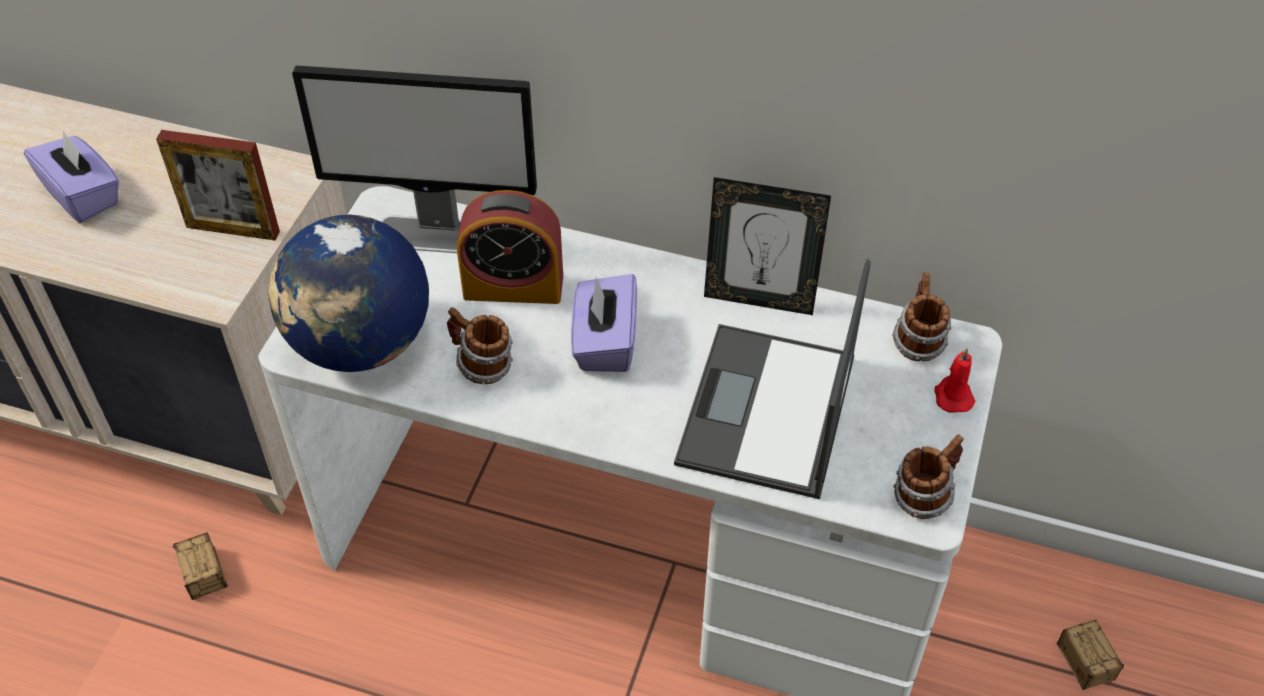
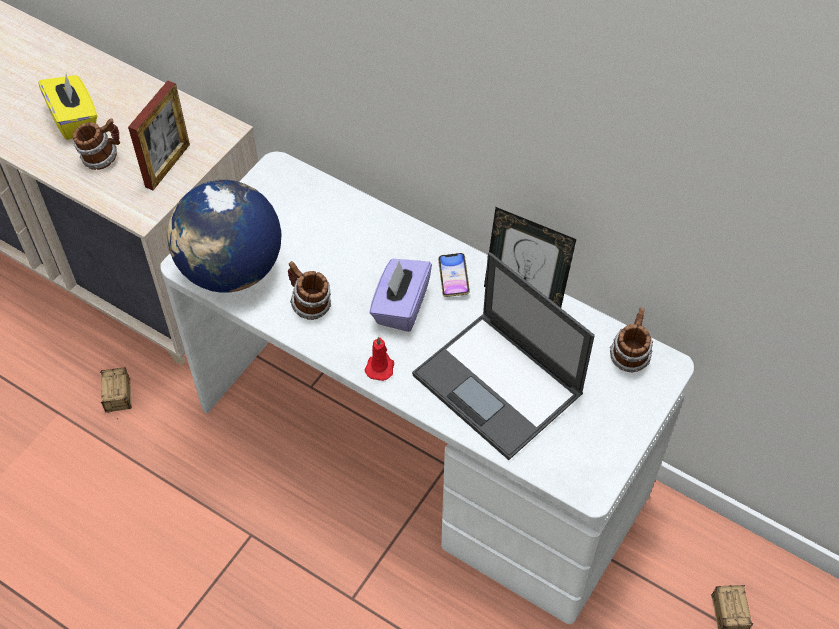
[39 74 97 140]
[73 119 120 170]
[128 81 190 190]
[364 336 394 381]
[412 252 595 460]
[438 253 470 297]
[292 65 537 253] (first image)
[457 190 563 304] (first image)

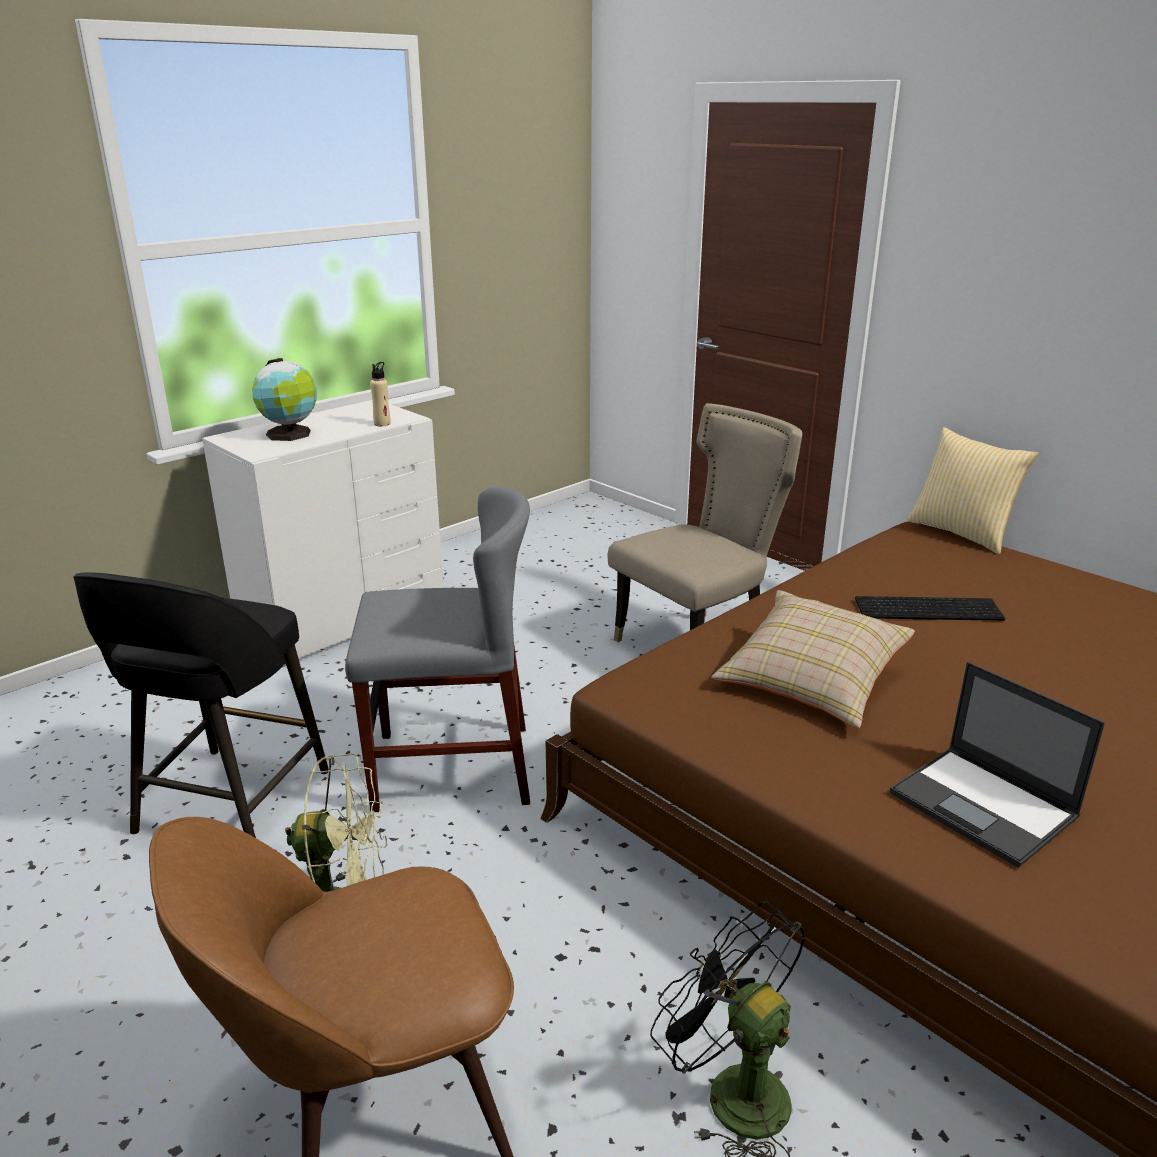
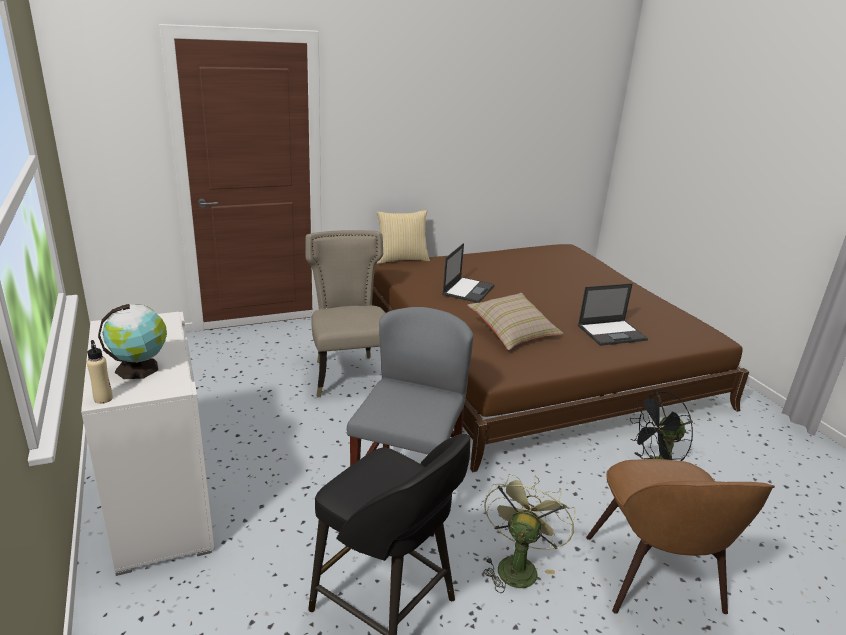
[87 340 113 404]
[442 243 495 303]

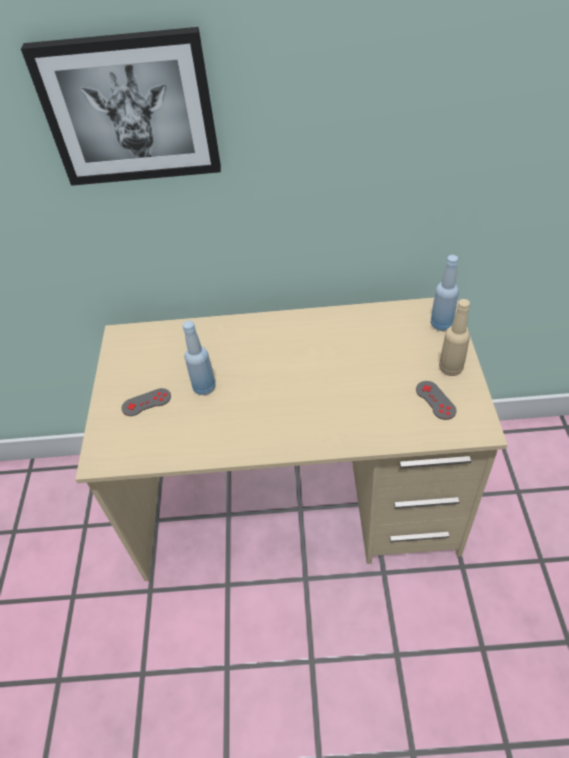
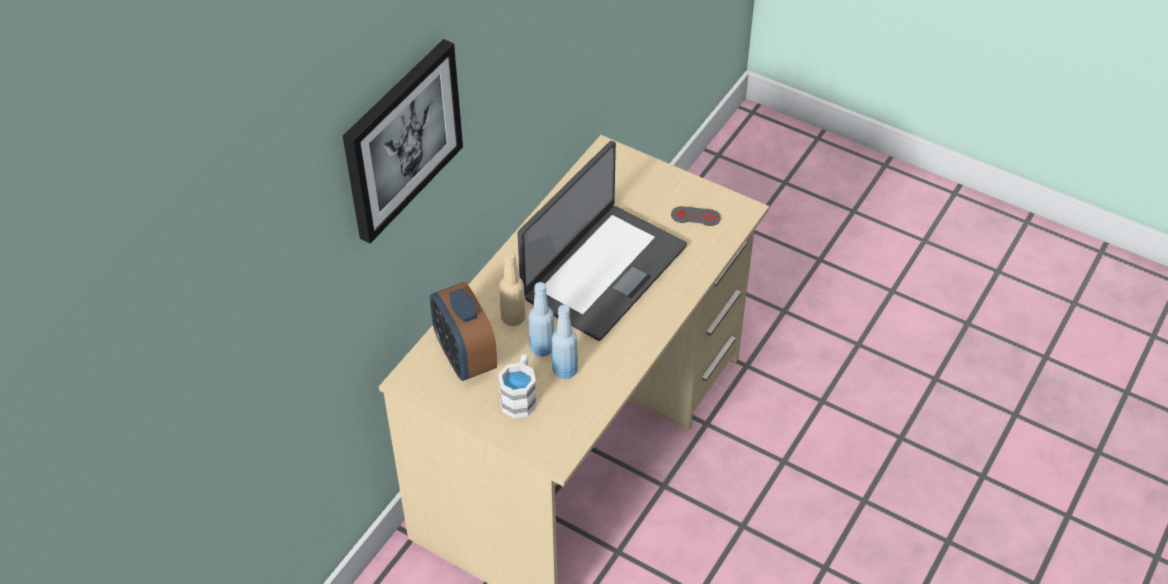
[430 282 497 381]
[498 354 537 418]
[499 252 526 326]
[517 141 687 341]
[552 305 578 379]

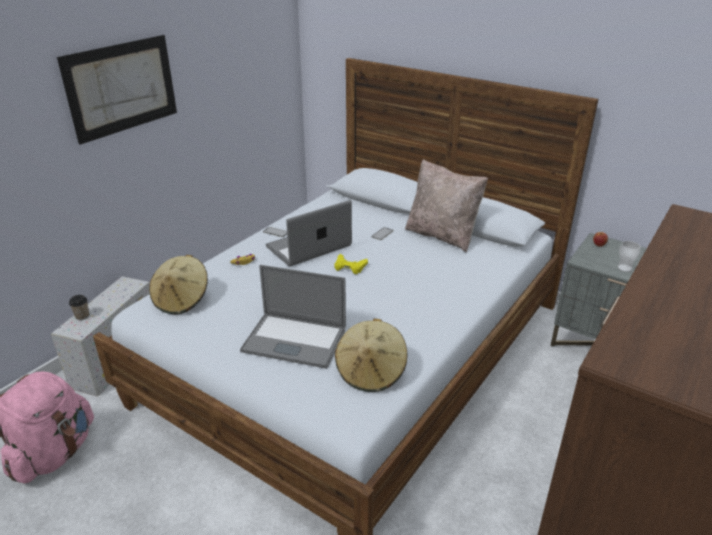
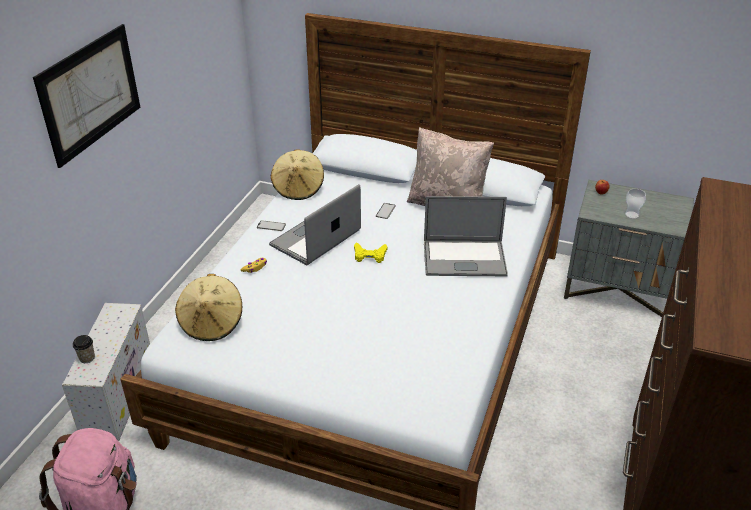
[271 150 324 200]
[424 196 508 276]

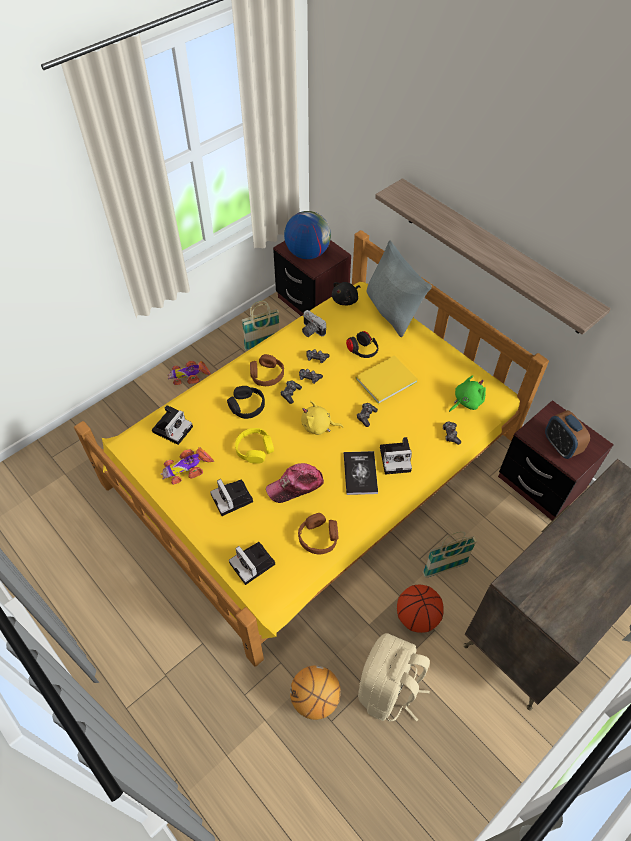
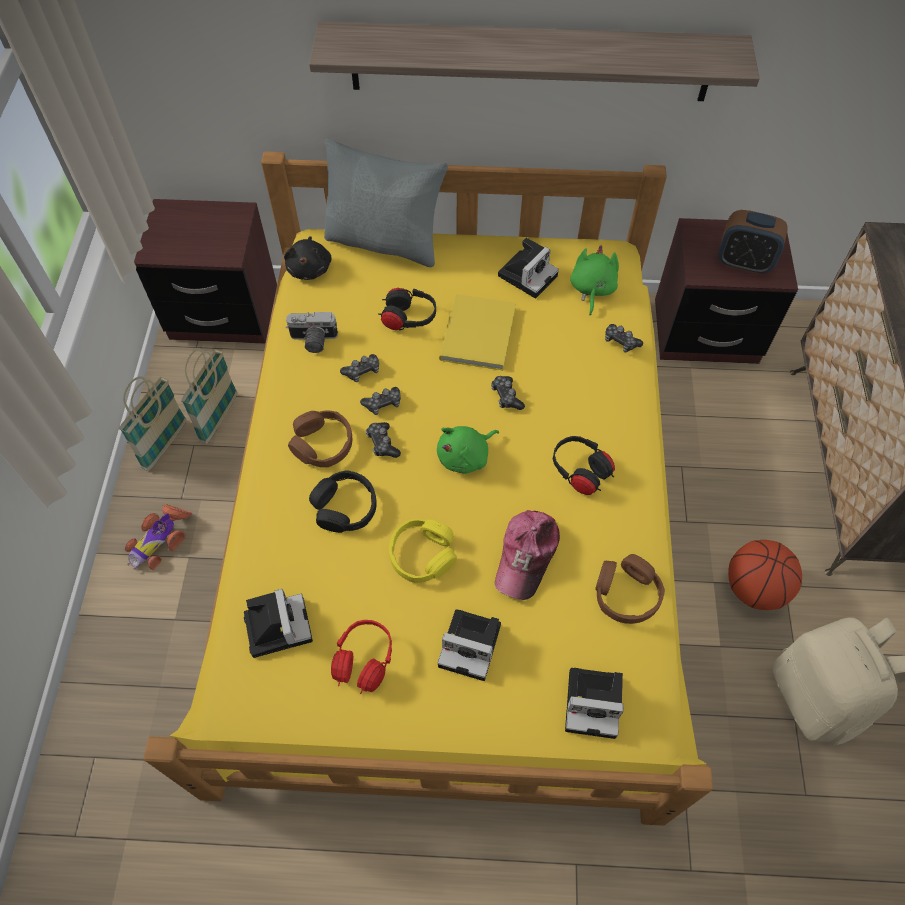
[119 376 187 471]
[331 620 392 694]
[437 426 499 474]
[498 238 559 299]
[553 436 615 495]
[284 211 331 259] (first image)
[290 665 341 720] (first image)

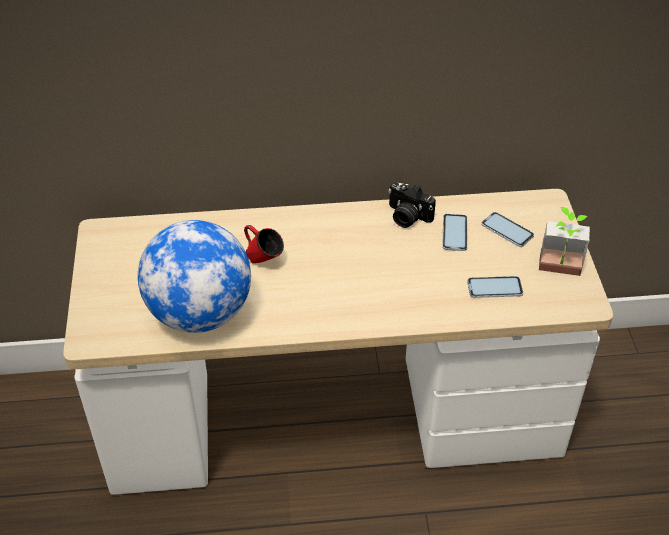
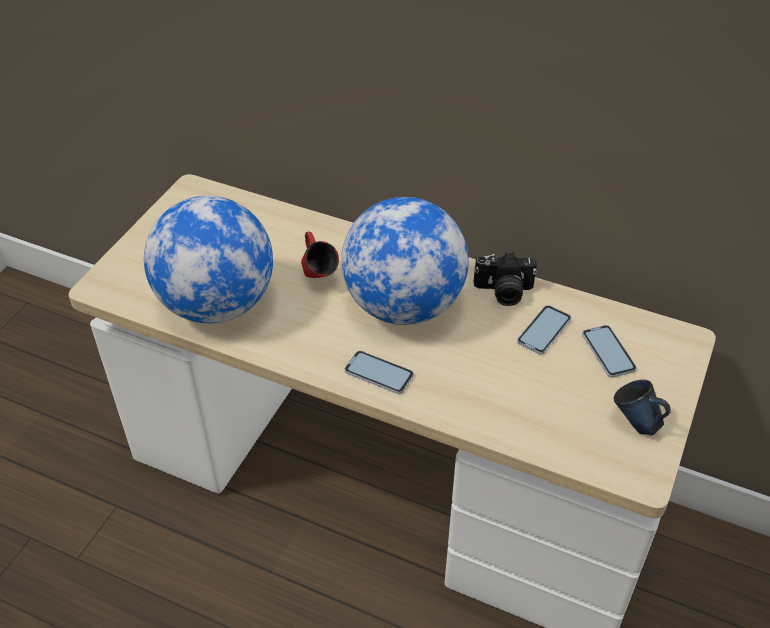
[341 197 469 325]
[344 351 414 394]
[474 252 537 306]
[614 380 671 435]

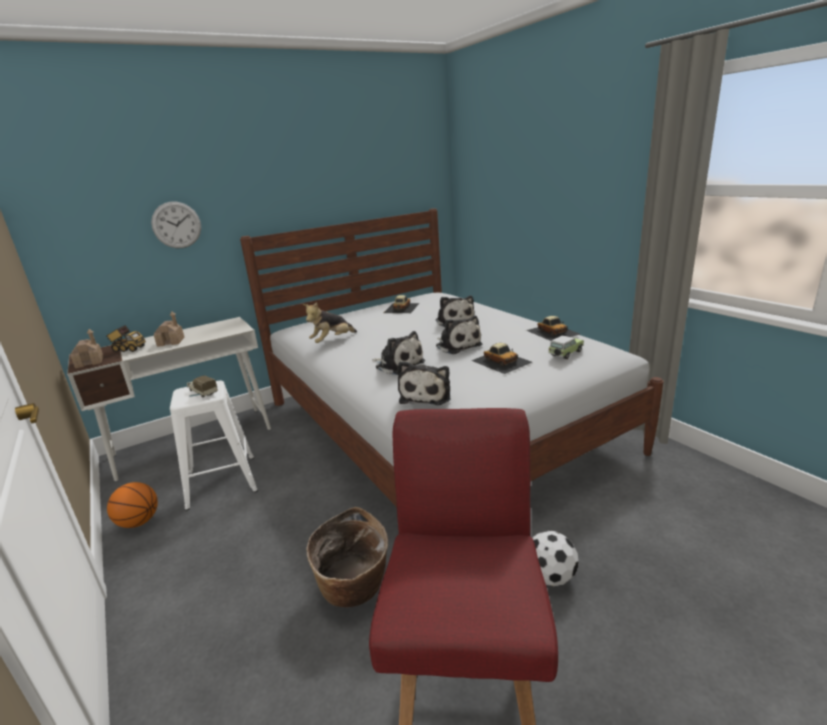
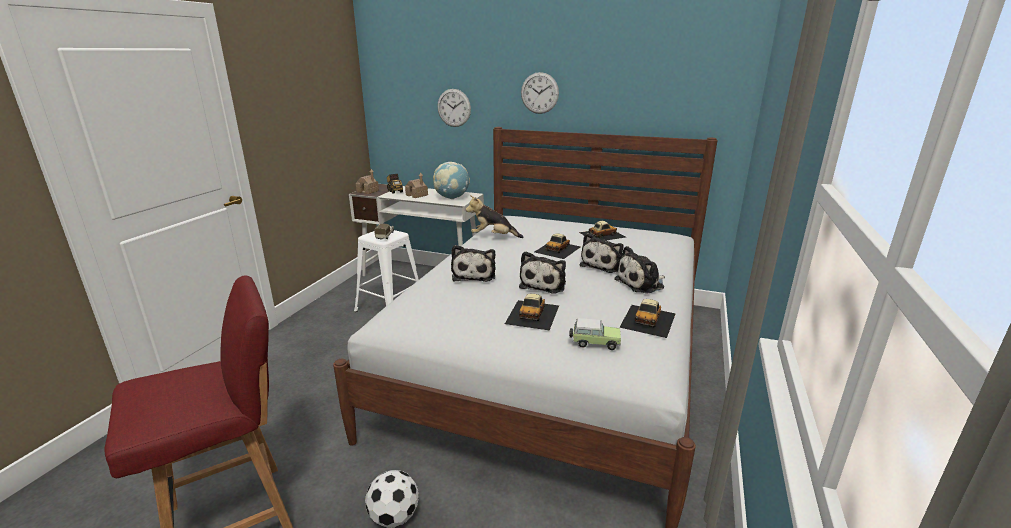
[433 162 470 199]
[521 72 559 114]
[535 234 580 259]
[614 246 665 294]
[107 482 158 528] (first image)
[306 507 388 607] (first image)

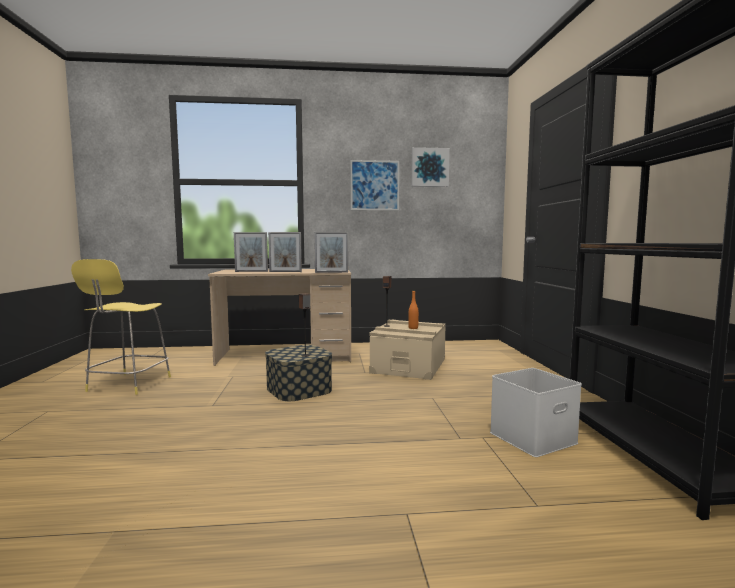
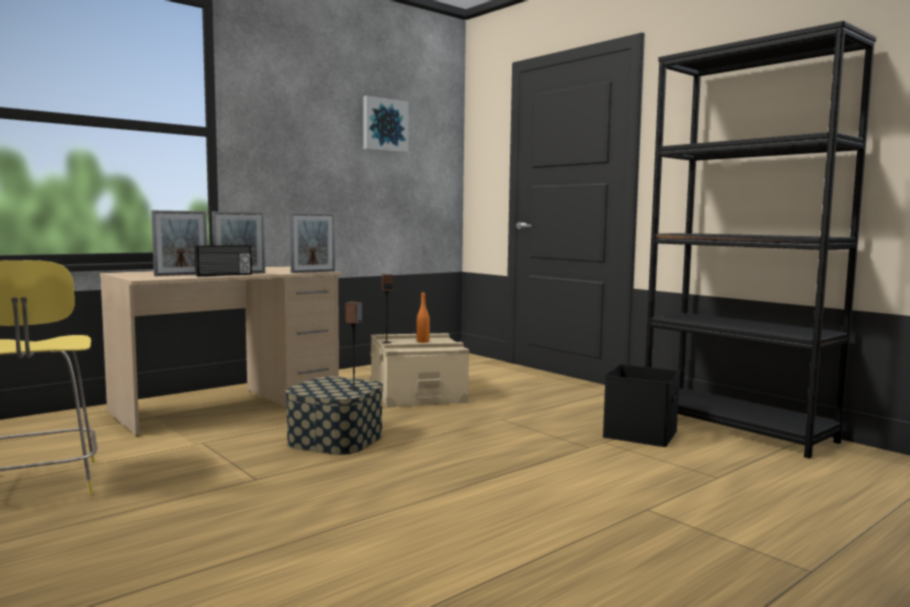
[195 245 252 276]
[602 364 680 447]
[351 160 399 210] (first image)

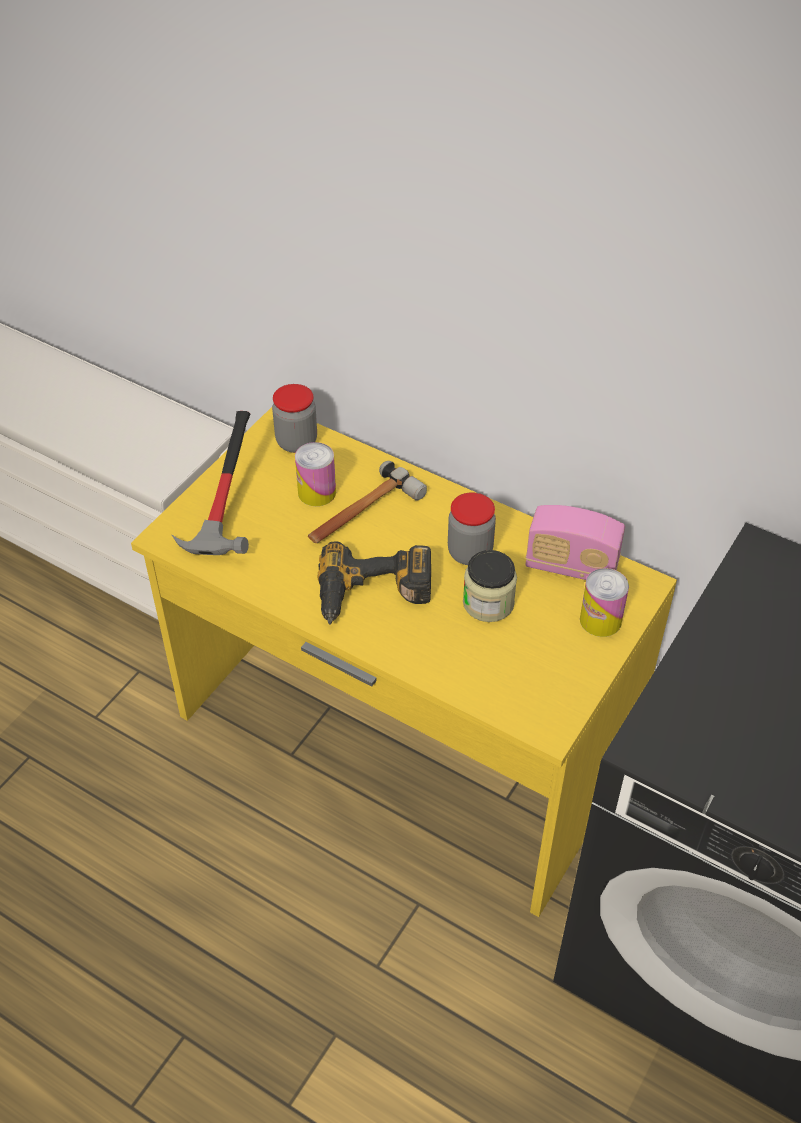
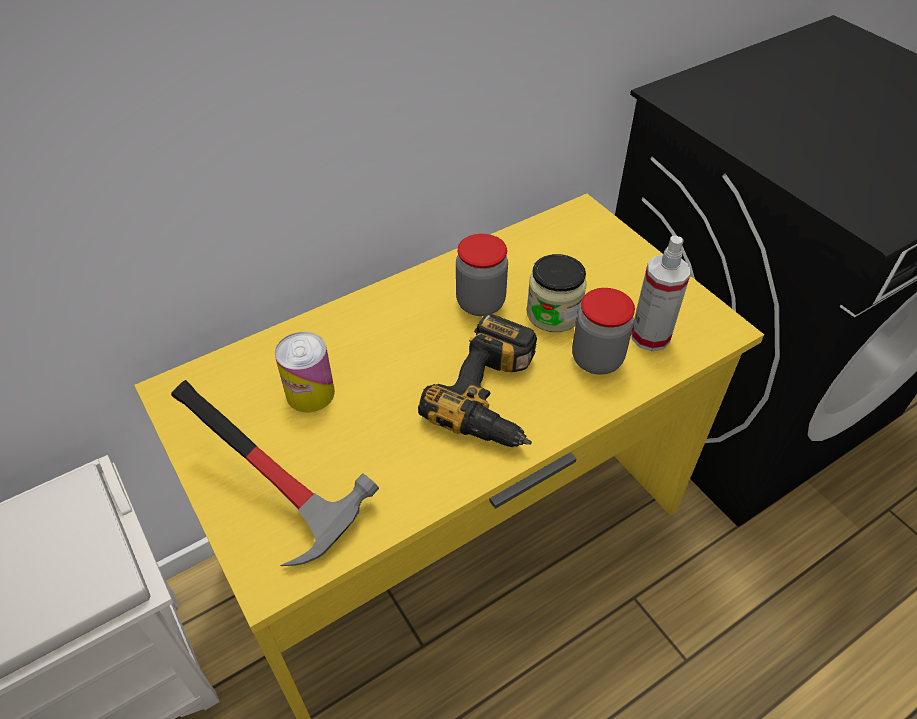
[572 288 635 375]
[631 236 691 351]
[308 461 427 543] (first image)
[526 505 625 580] (first image)
[580 568 629 637] (first image)

